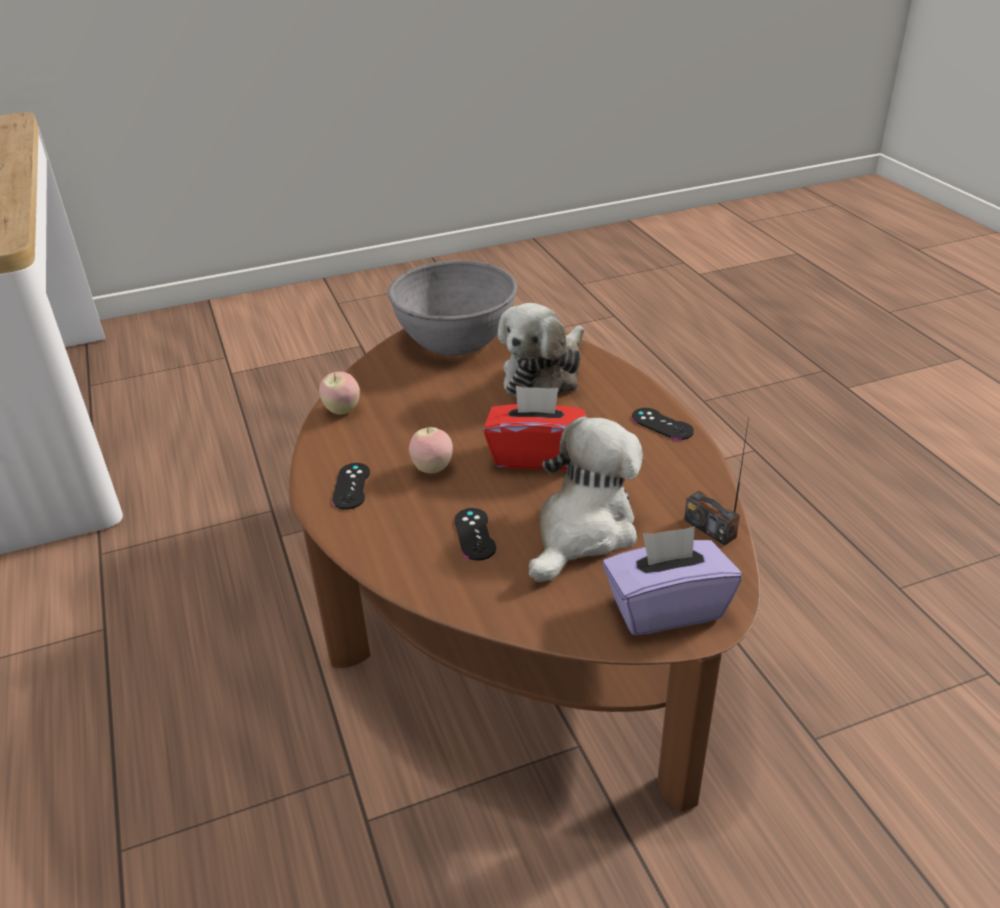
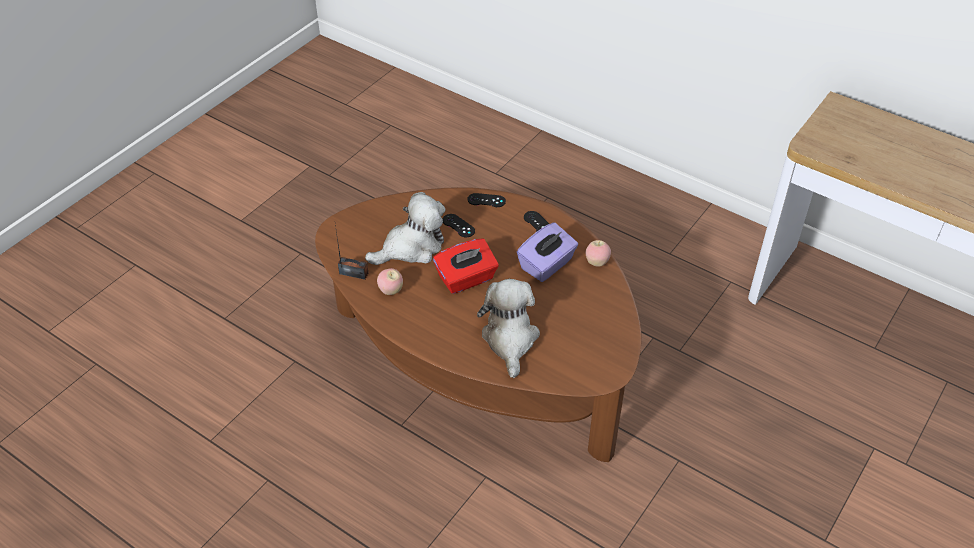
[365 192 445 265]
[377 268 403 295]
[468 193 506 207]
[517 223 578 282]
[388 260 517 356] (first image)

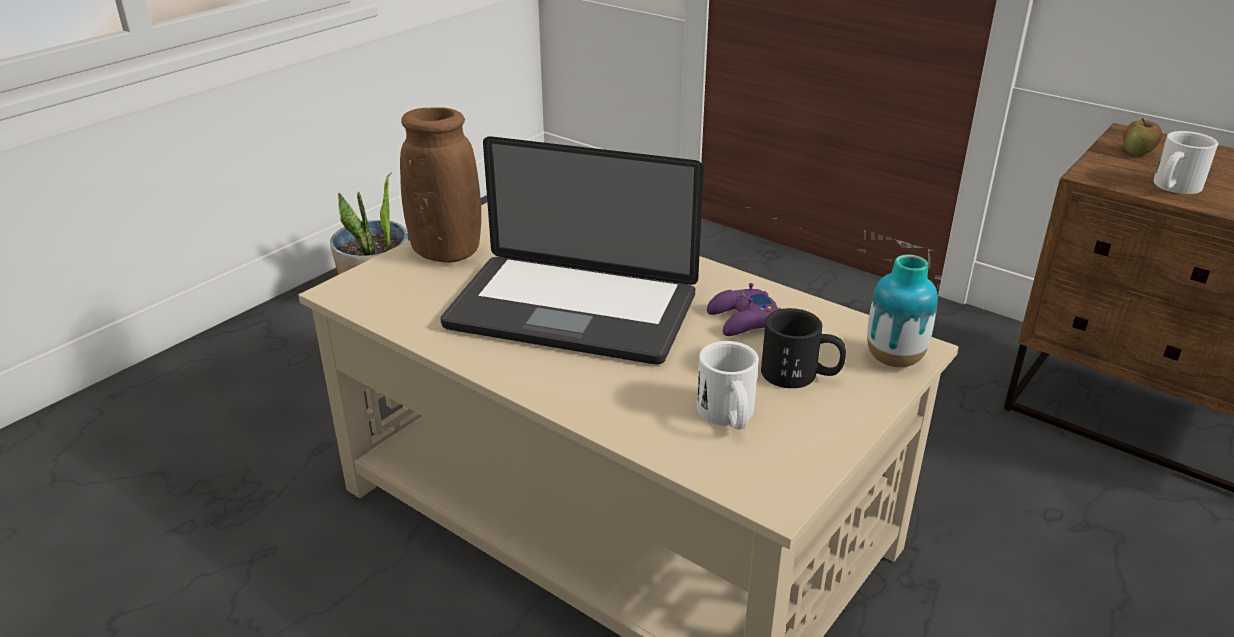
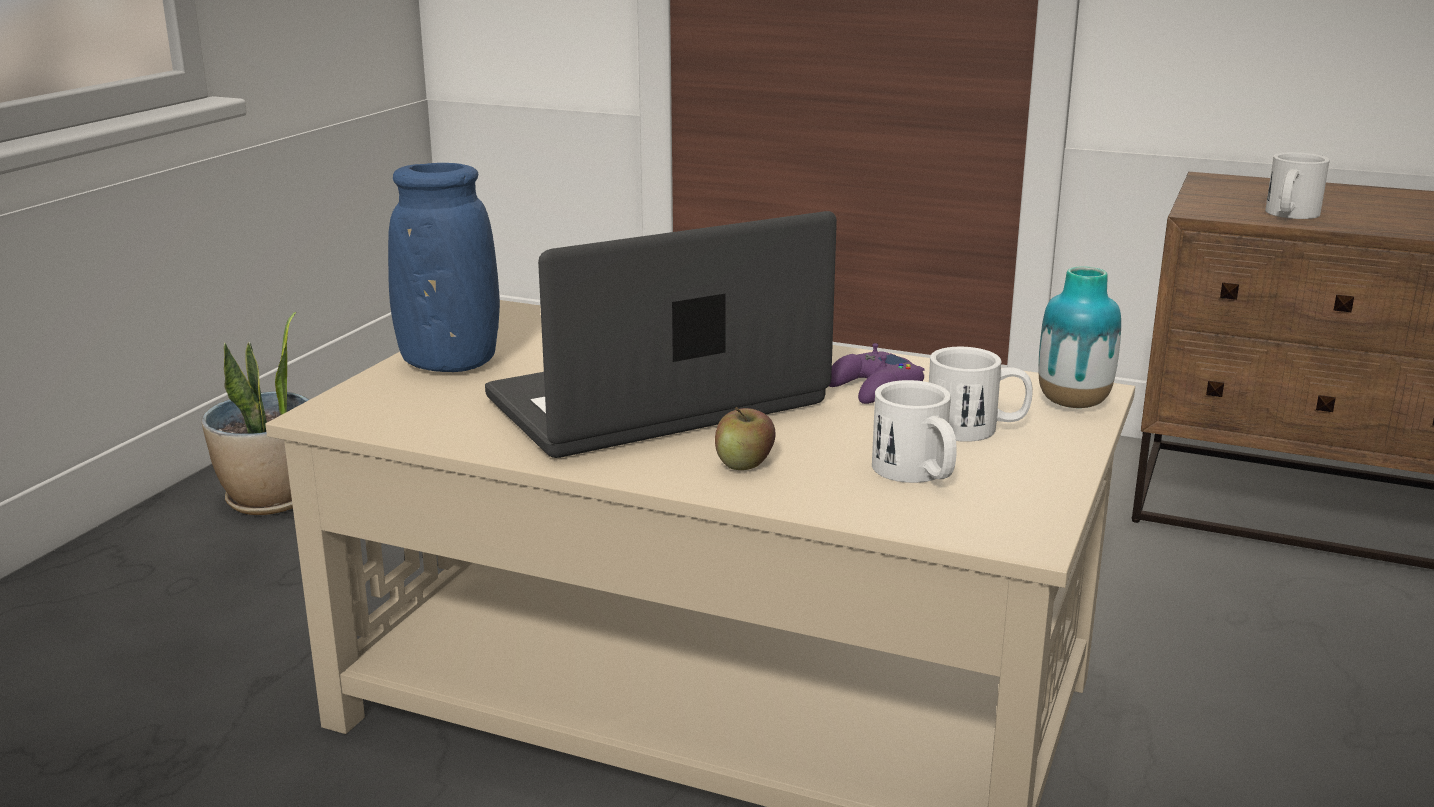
[388 163 500 372]
[485 211 837 458]
[715 407 775 470]
[929 347 1033 442]

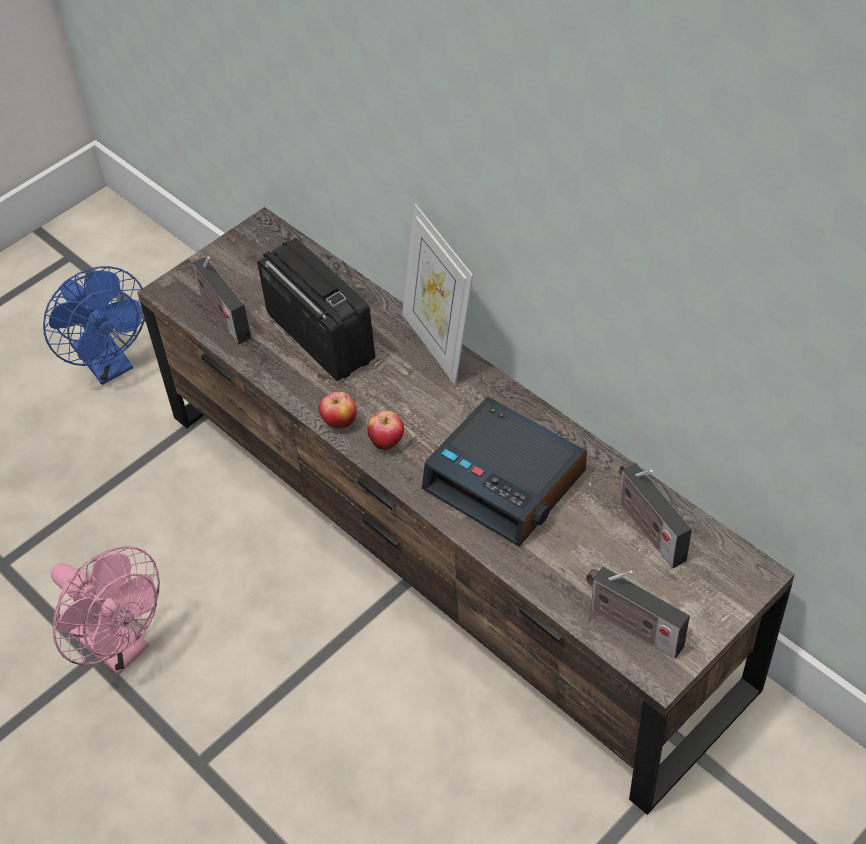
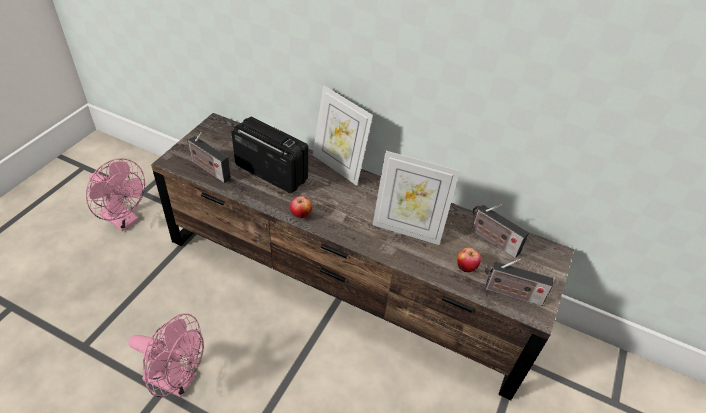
[86 158 145 231]
[373 151 460 245]
[457 248 481 272]

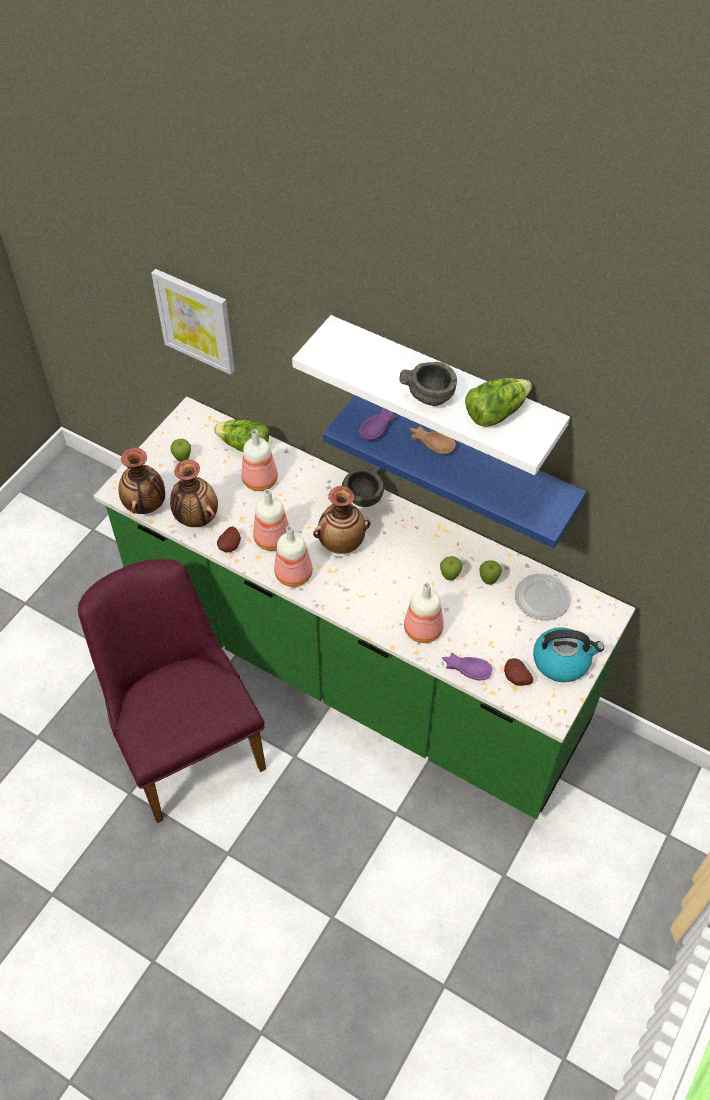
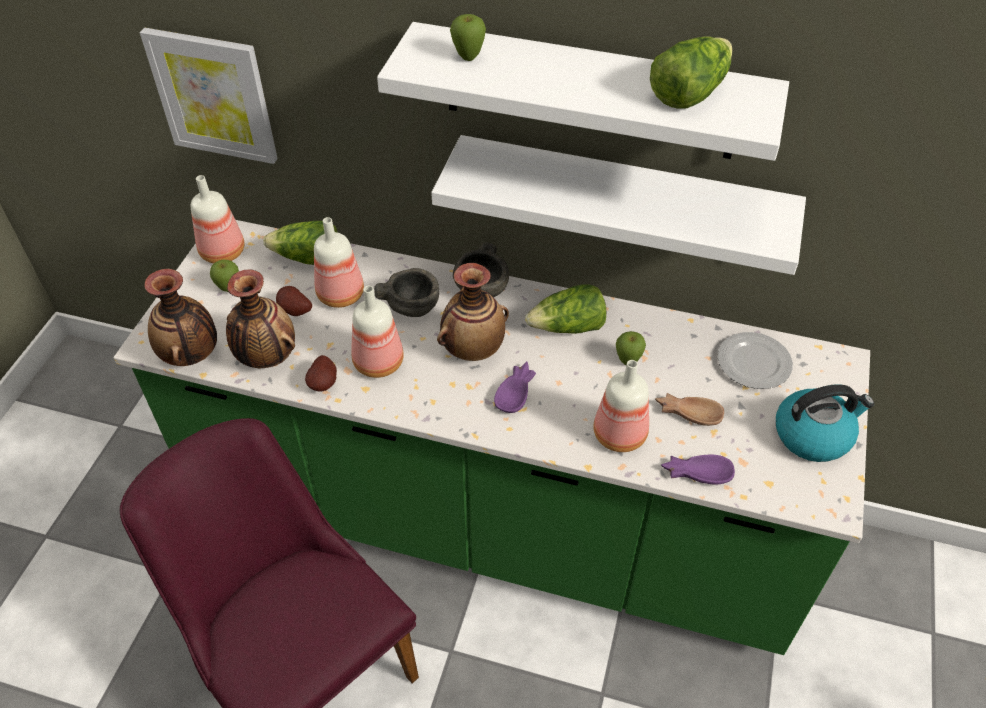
[191 175 244 263]
[276 286 312 316]
[374 268 439 317]
[431 135 806 275]
[450 14 486 61]
[494 361 536 413]
[525 284 606 334]
[655 393 724 426]

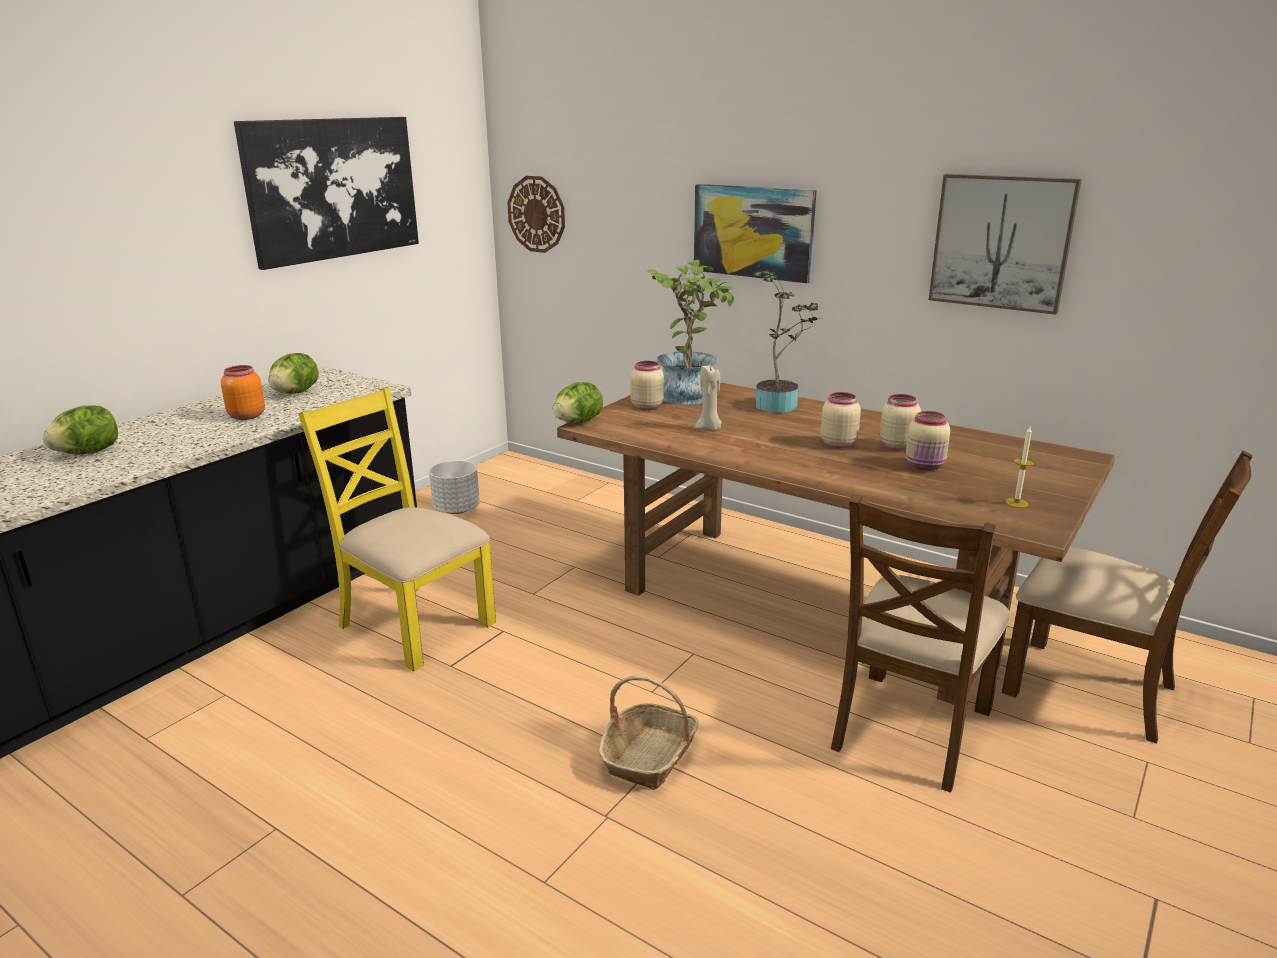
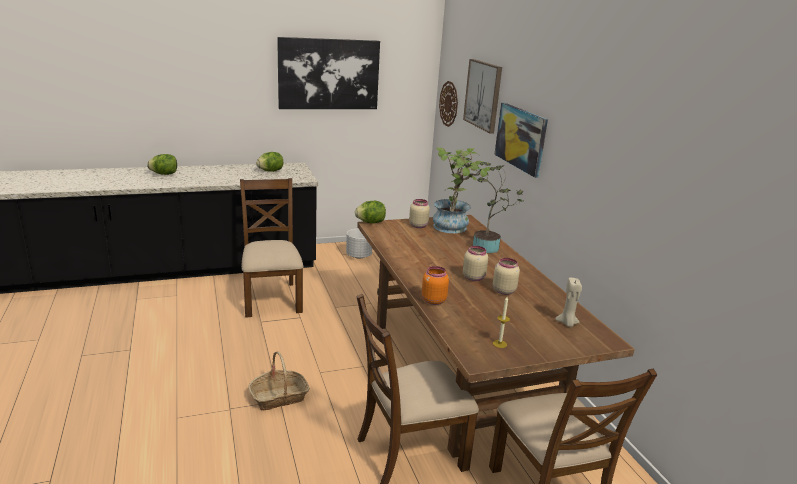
[240 178 304 318]
[422 266 449 305]
[463 59 502 133]
[555 278 582 327]
[906 411 950 471] (first image)

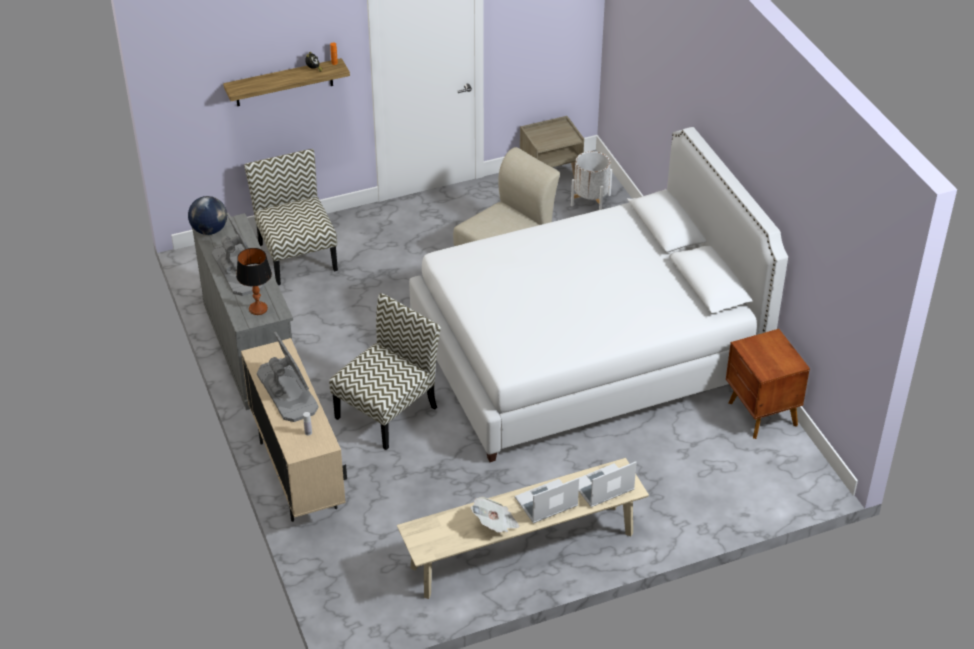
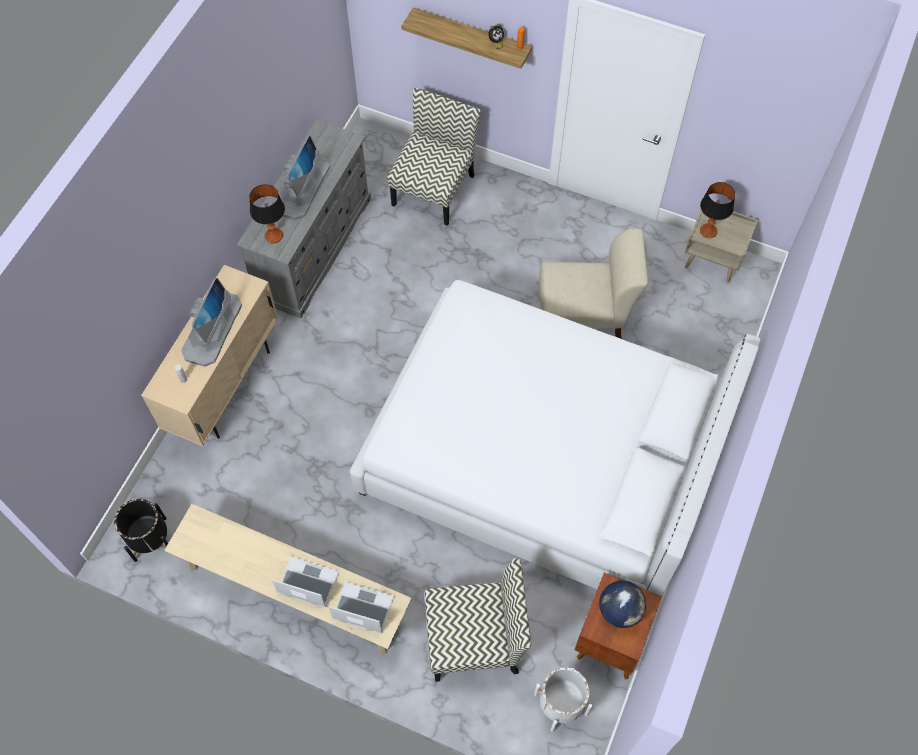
[114 499 168 562]
[425 558 531 682]
[534 667 592 732]
[599 581 646 628]
[700 182 735 238]
[470 497 520 533] (first image)

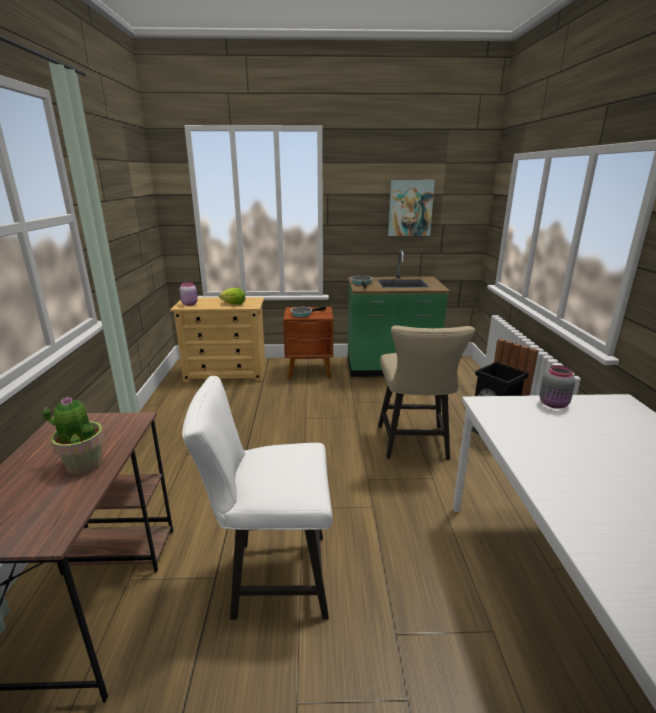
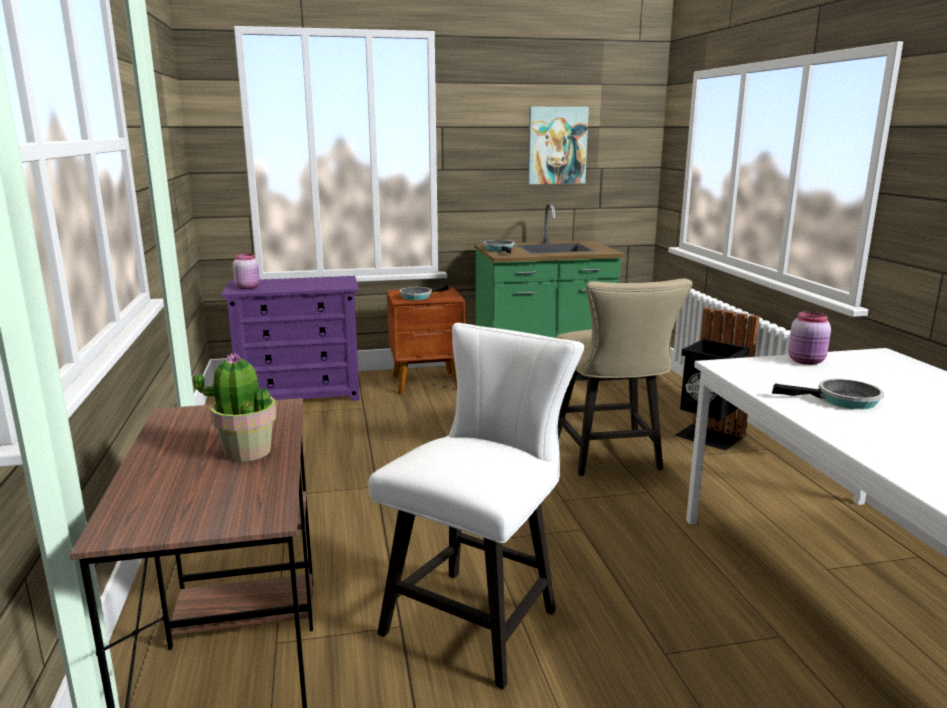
[221 276 360 401]
[368 323 584 689]
[772 379 884 409]
[788 311 831 365]
[219 288 246 305] (first image)

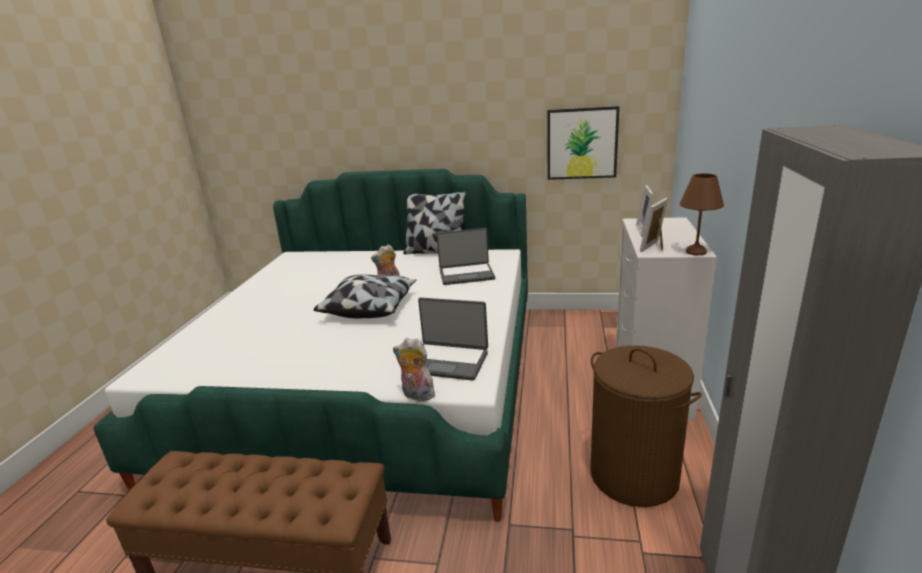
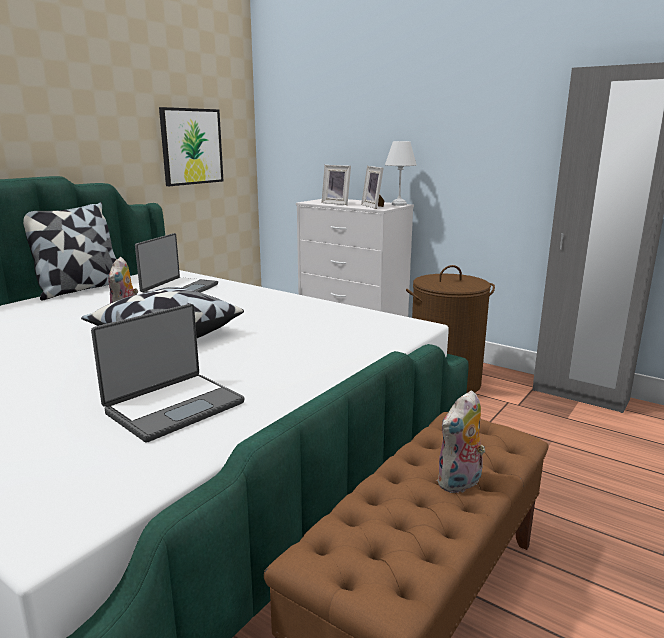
[91 304 245 443]
[385 141 417 206]
[437 391 485 493]

